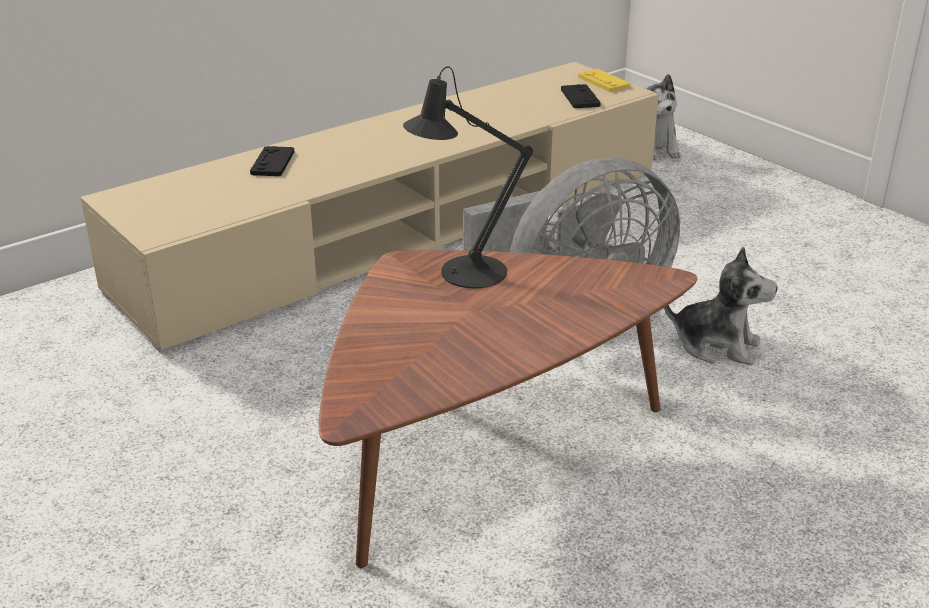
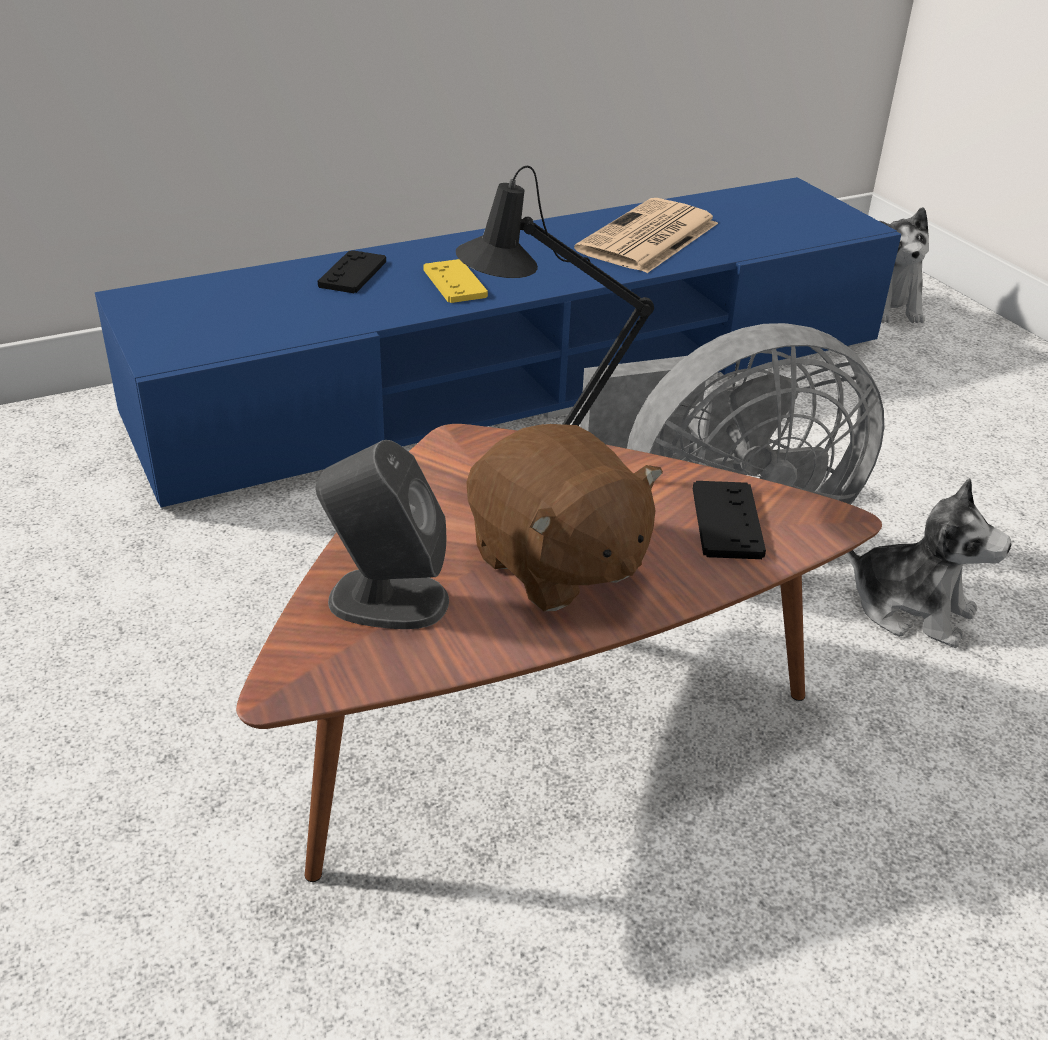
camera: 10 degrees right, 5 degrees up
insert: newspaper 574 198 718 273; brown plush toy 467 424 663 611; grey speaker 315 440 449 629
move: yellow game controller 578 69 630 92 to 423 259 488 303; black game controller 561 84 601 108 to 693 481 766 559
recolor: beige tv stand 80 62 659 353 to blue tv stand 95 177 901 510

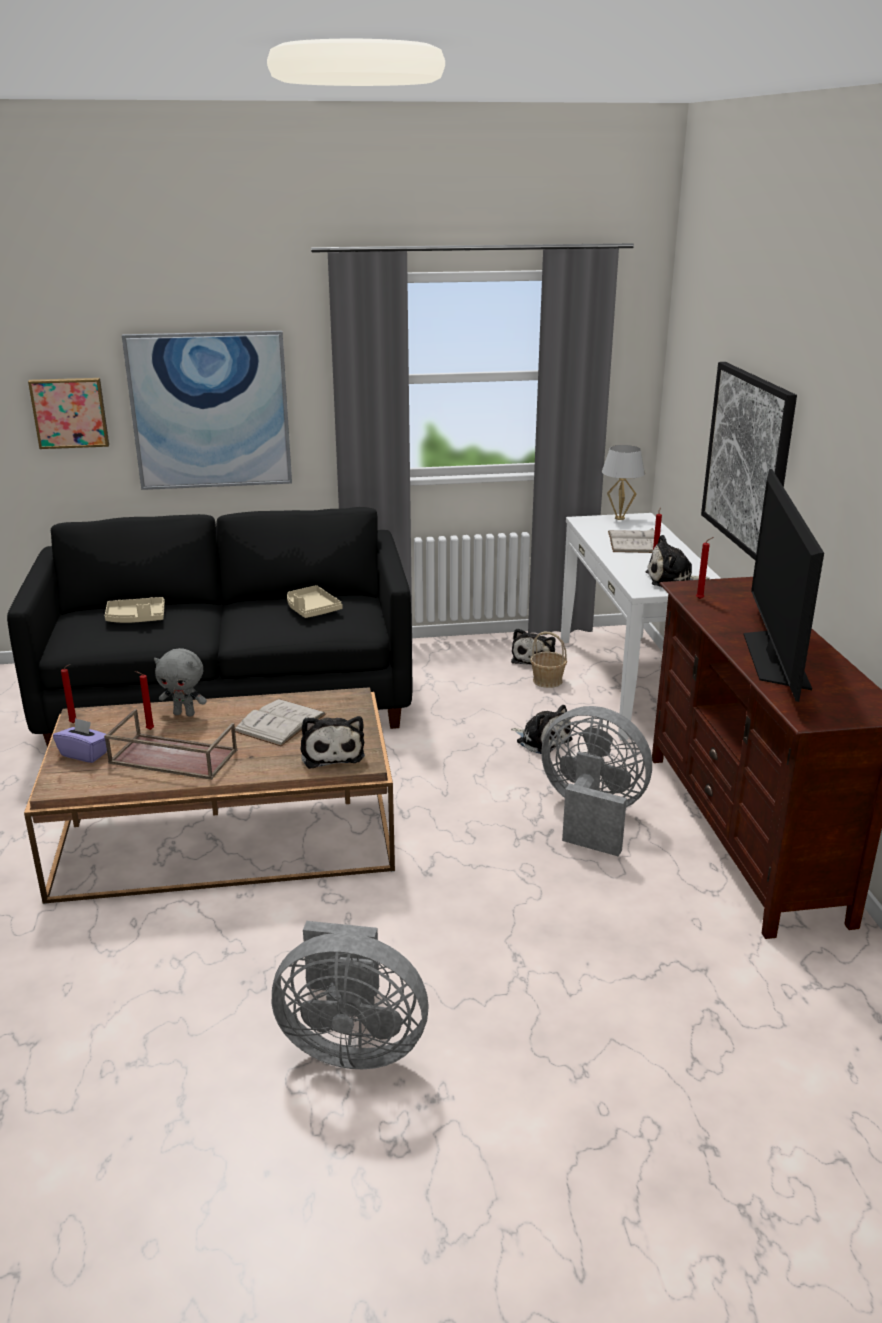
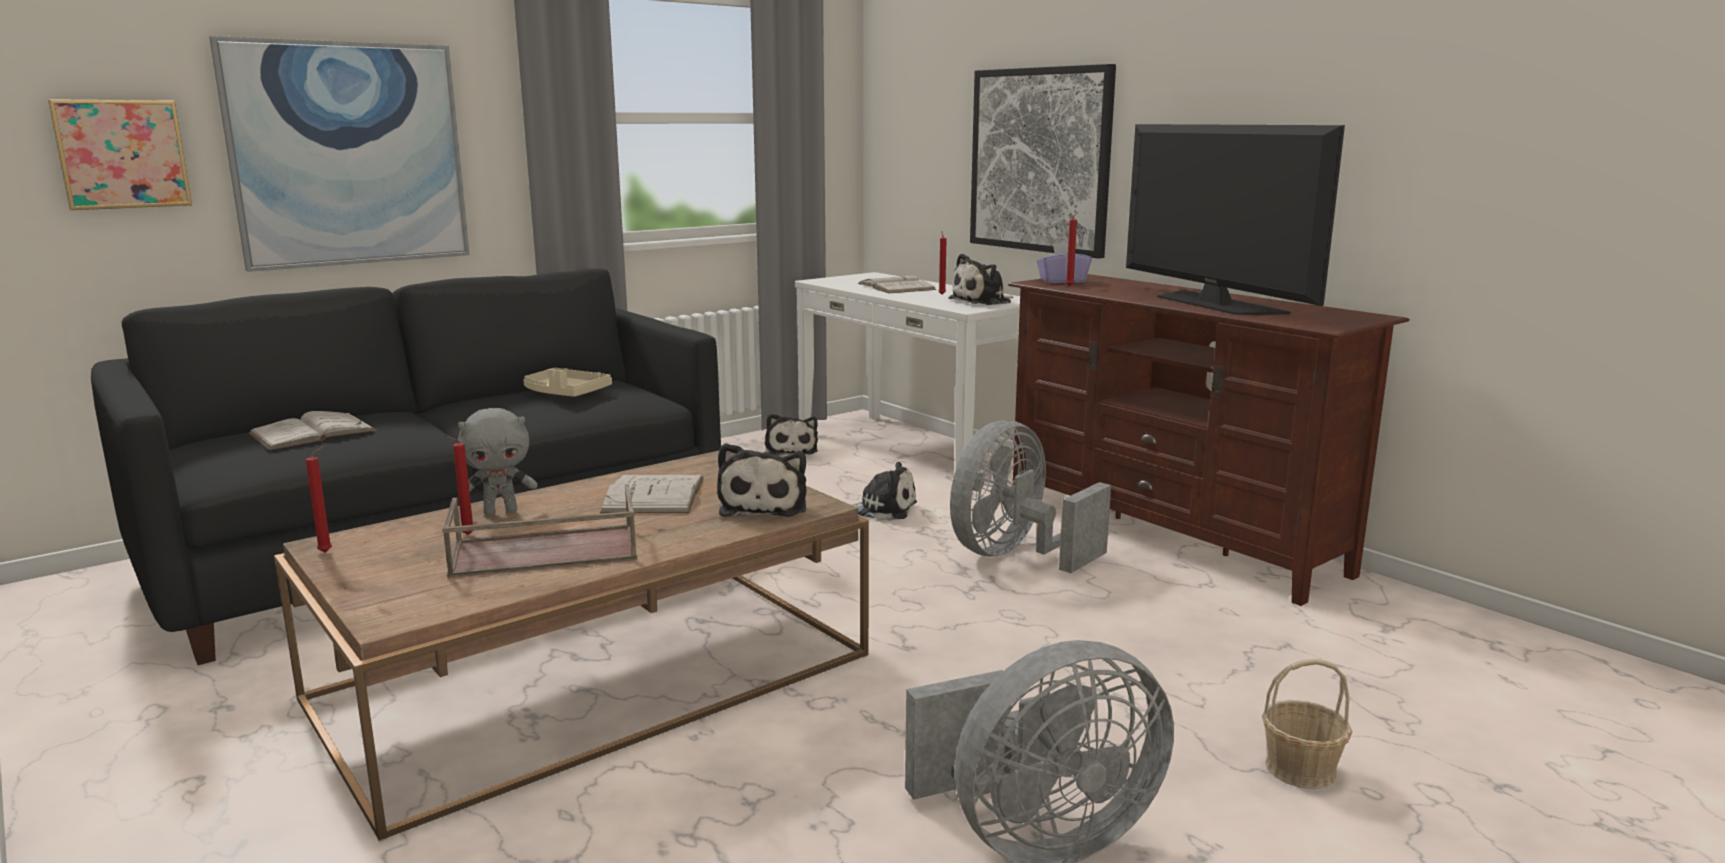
camera: 30 degrees left, 10 degrees down
delete: white table lamp 602 445 645 520
move: basket 530 631 567 688 to 1262 659 1352 789; purple tissue box 53 718 107 763 to 1037 243 1092 283
replace: beige tray 105 597 165 623 to white book 248 411 377 451
rotate: grey fan 541 706 652 857 = 950 420 1111 573 45 degrees counterclockwise; plush toy 300 716 365 769 = 717 443 807 517 45 degrees clockwise

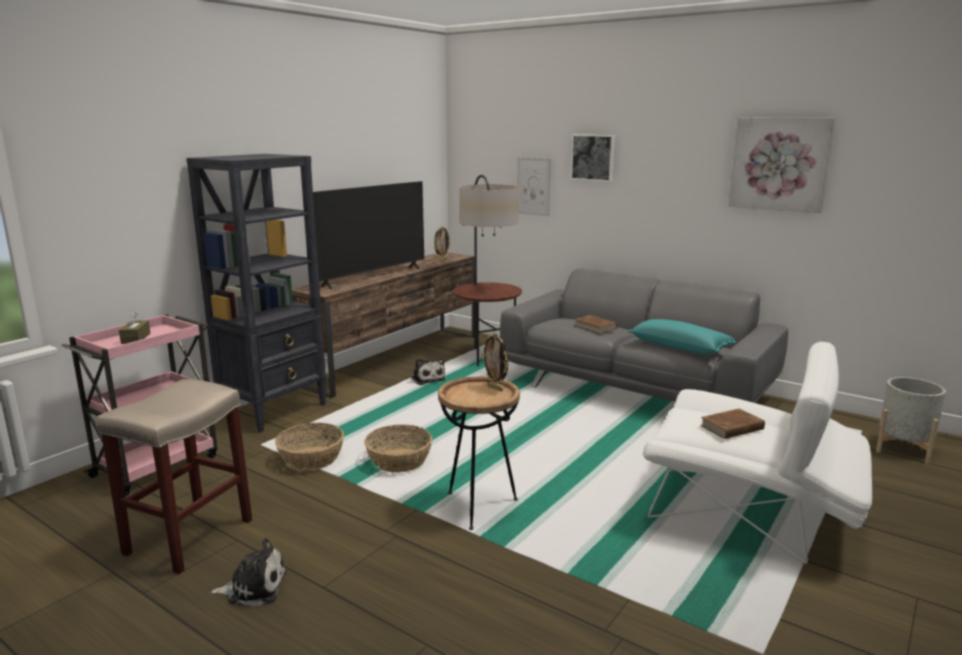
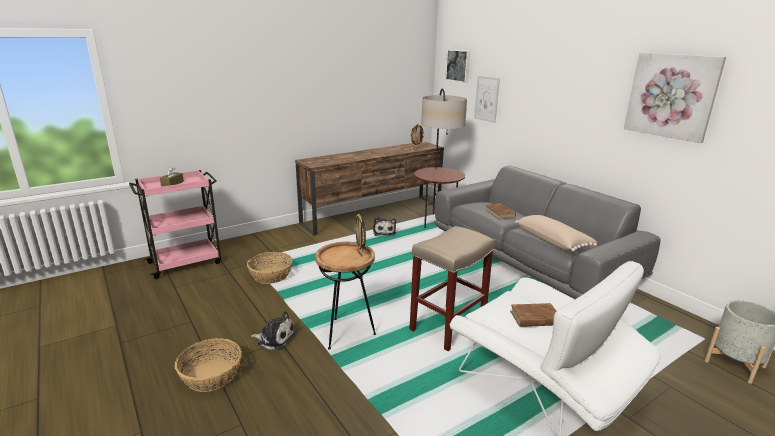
camera: 20 degrees right, 5 degrees up
delete: black bookcase 187 154 327 433; television 313 181 424 289
move: picture 570 134 615 182 to 445 49 470 83; beige stool 97 379 252 574 to 409 226 495 351; basket 364 424 433 473 to 175 338 242 392; plush toy 210 538 286 606 to 251 311 295 350
recolor: turquoise pillow 629 319 736 354 to beige pillow 515 215 597 251

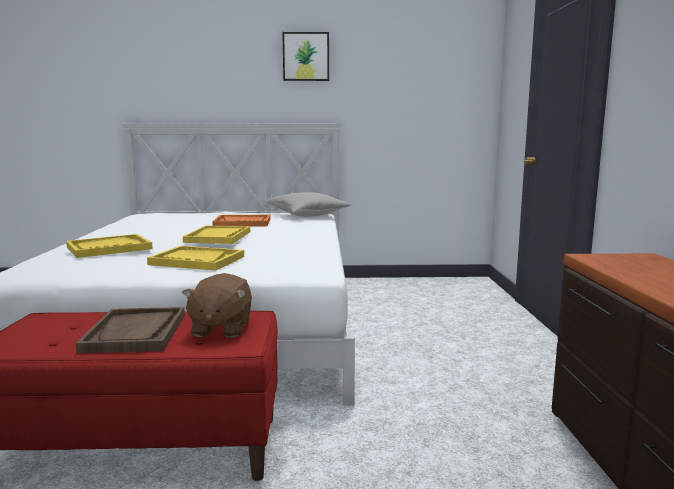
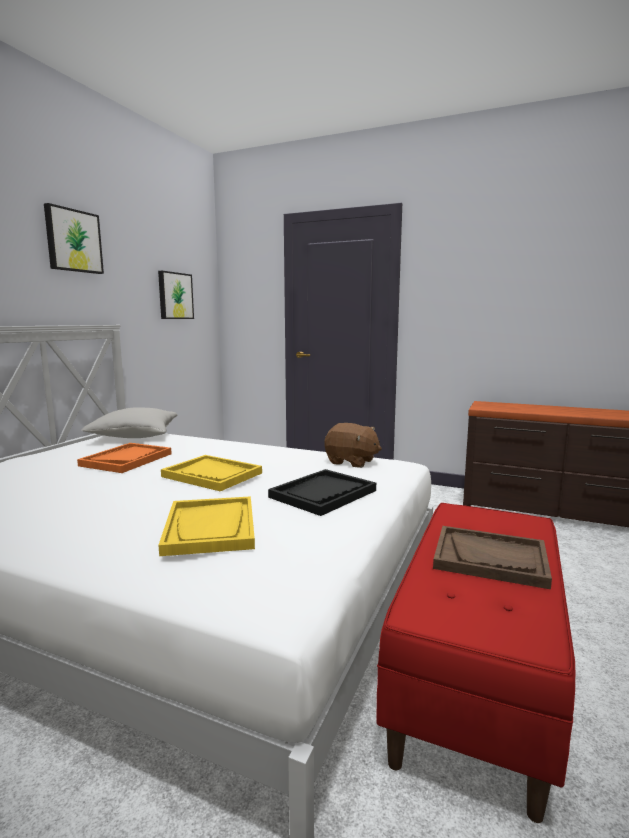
camera: 65 degrees left, 0 degrees up
insert: picture 158 271 194 319
move: brown plush toy 182 273 252 338 to 324 423 382 468
recolor: yellow tray 147 246 244 271 to black tray 268 469 376 516

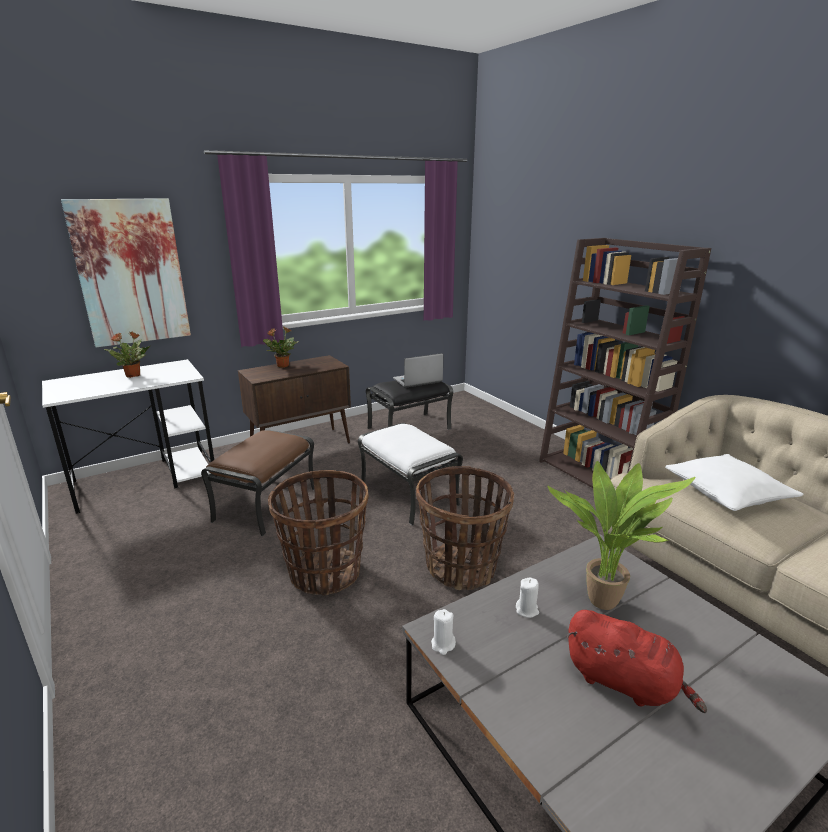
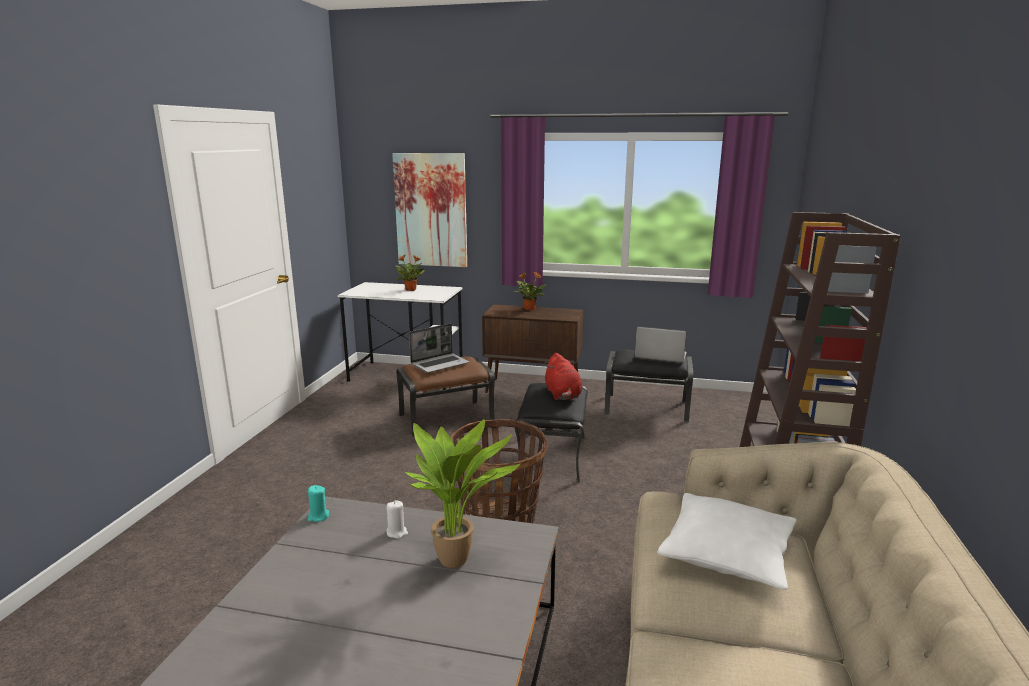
camera: 45 degrees right, 5 degrees down
delete: basket 268 470 369 596
insert: laptop 409 323 470 373
move: red plush toy 566 610 707 713 to 545 353 582 400
recolor: white ottoman 358 423 463 526 to black ottoman 515 383 588 483; white candle 431 609 456 655 to turquoise candle 308 485 329 522

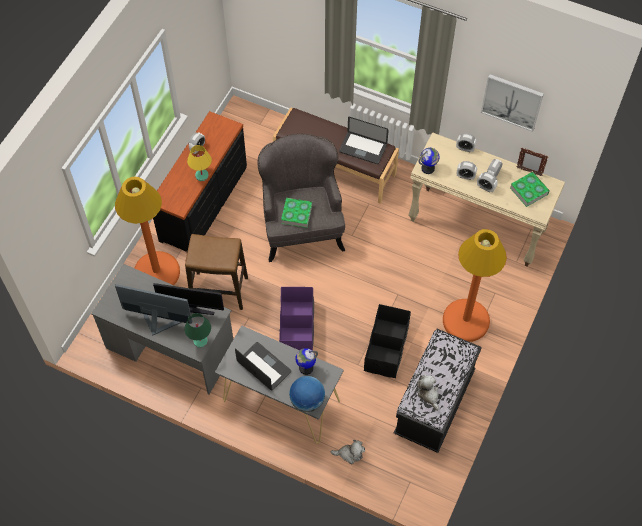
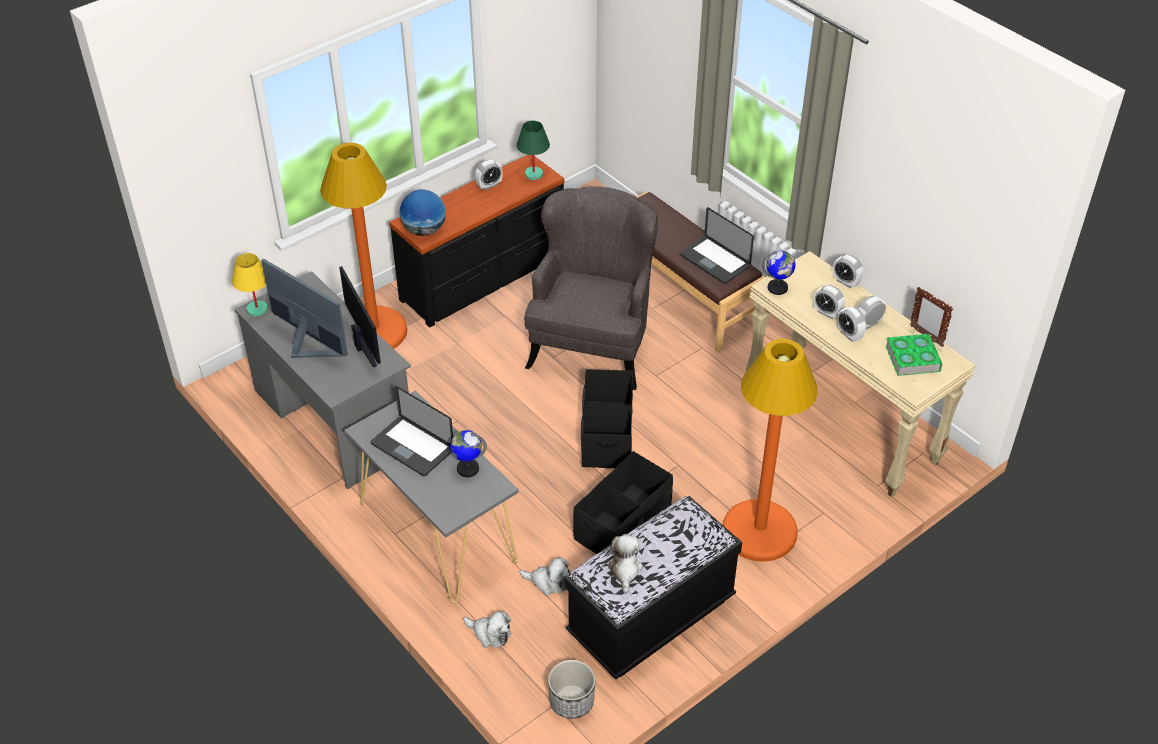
camera: 25 degrees right, 15 degrees down
delete: picture 481 74 544 132; book 281 198 312 228; stool 185 234 248 310; purple storage box 279 287 314 351
insert: black storage box 581 369 633 468; plush toy 520 557 570 596; planter 548 660 595 719
move: yellow table lamp 187 145 212 181 to 232 253 267 317; green table lamp 184 313 211 348 to 516 121 550 180; globe 289 376 325 412 to 399 189 446 236
rotate: monitor 153 283 224 315 = 339 266 381 367 150 degrees counterclockwise; laptop 235 342 291 391 = 371 386 453 476 150 degrees clockwise

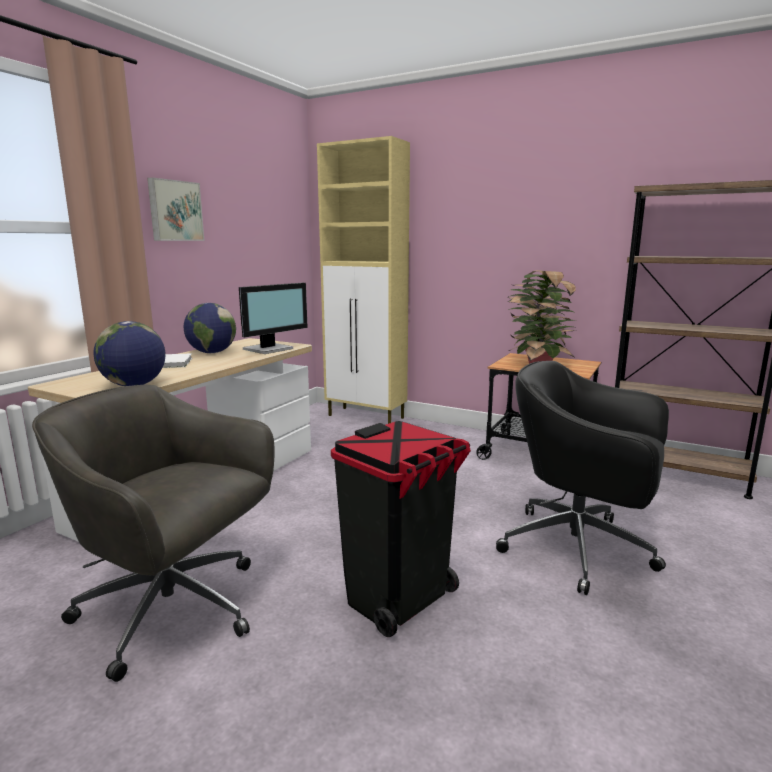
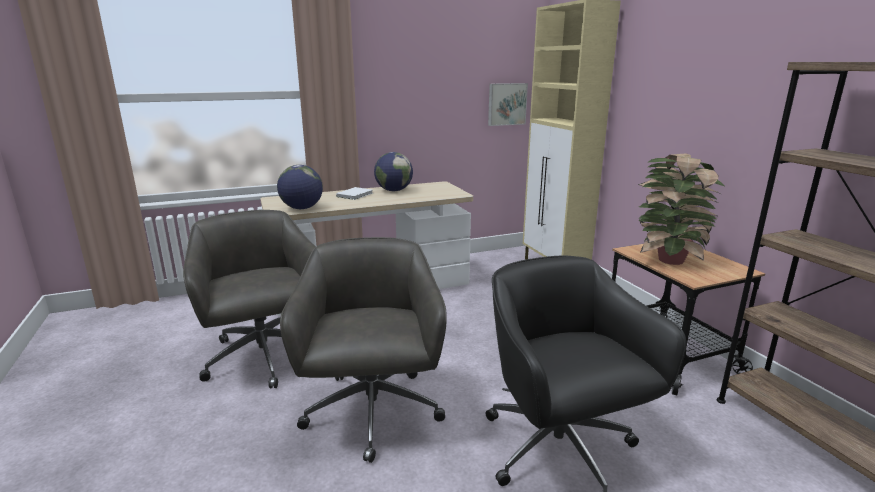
camera: 40 degrees right, 5 degrees up
delete: monitor 239 283 308 354
move: picture 147 177 204 241 to 488 83 528 126
replace: black trash can 331 421 471 637 to grey office chair 280 237 447 463

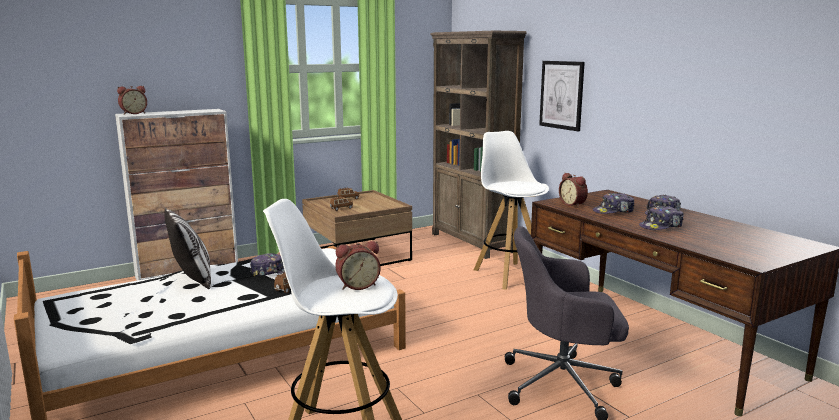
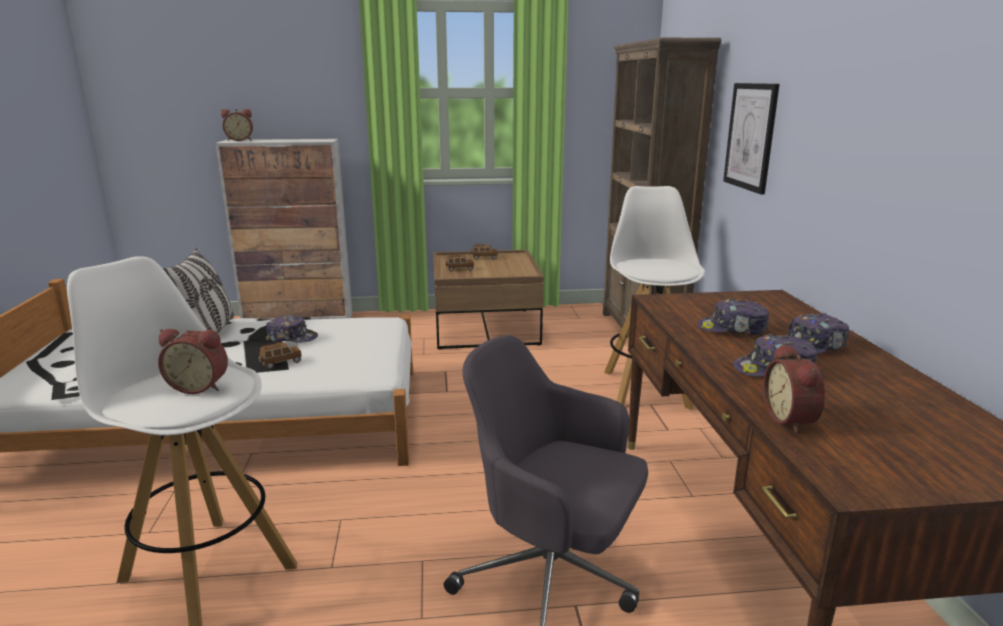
camera: 25 degrees right, 5 degrees up
move: alarm clock 559 173 588 208 to 763 344 825 433

